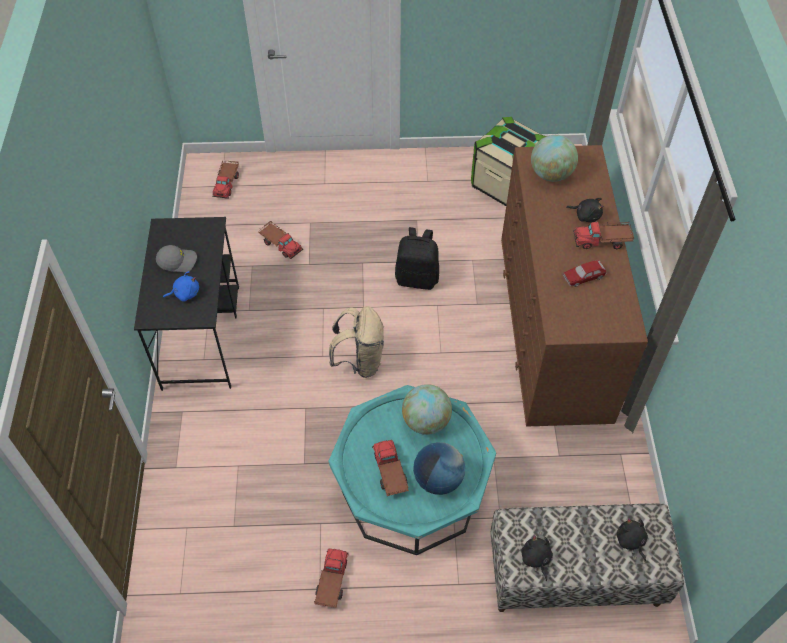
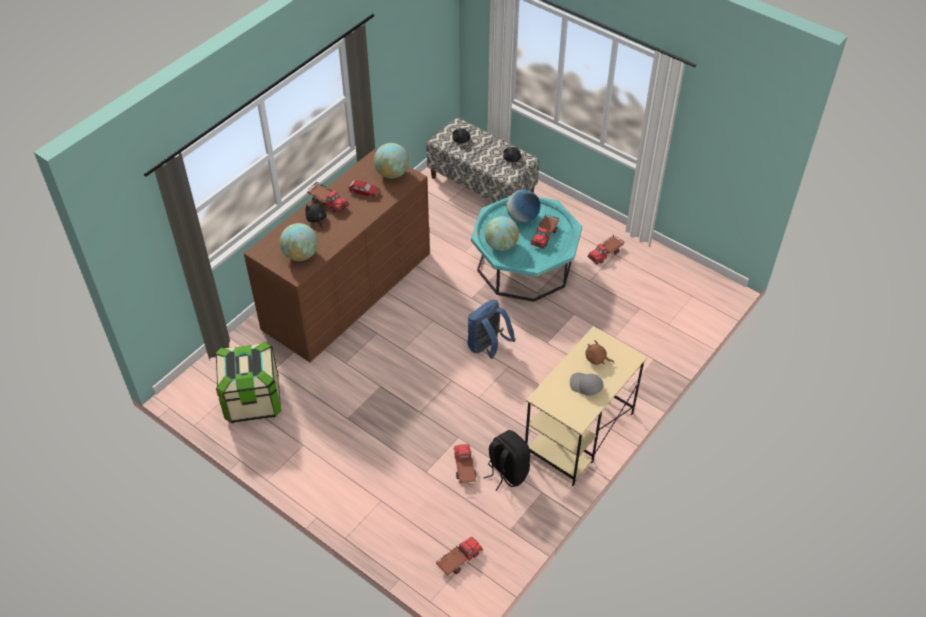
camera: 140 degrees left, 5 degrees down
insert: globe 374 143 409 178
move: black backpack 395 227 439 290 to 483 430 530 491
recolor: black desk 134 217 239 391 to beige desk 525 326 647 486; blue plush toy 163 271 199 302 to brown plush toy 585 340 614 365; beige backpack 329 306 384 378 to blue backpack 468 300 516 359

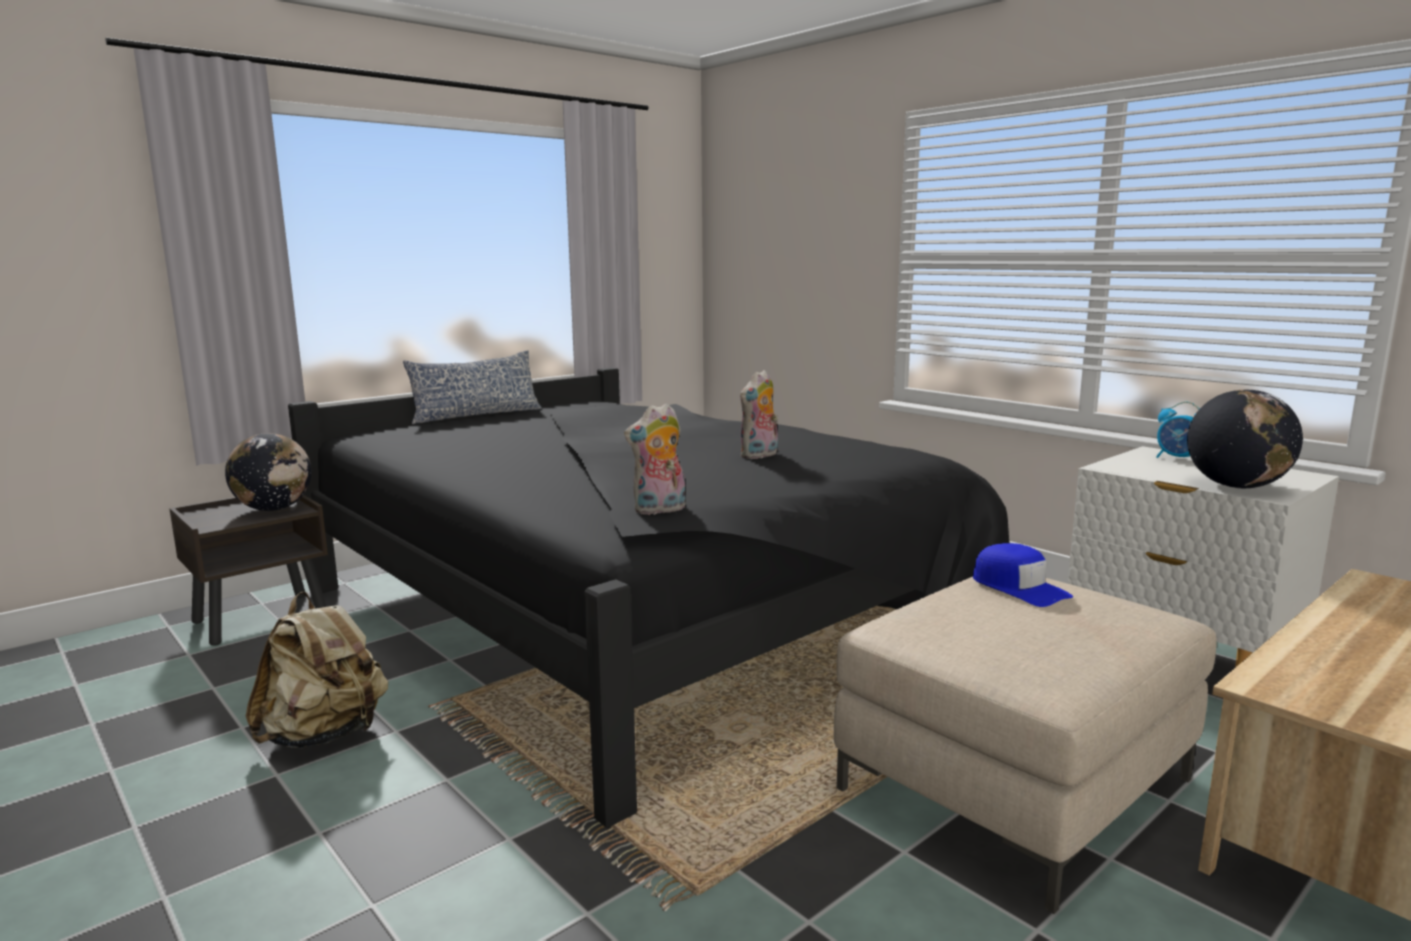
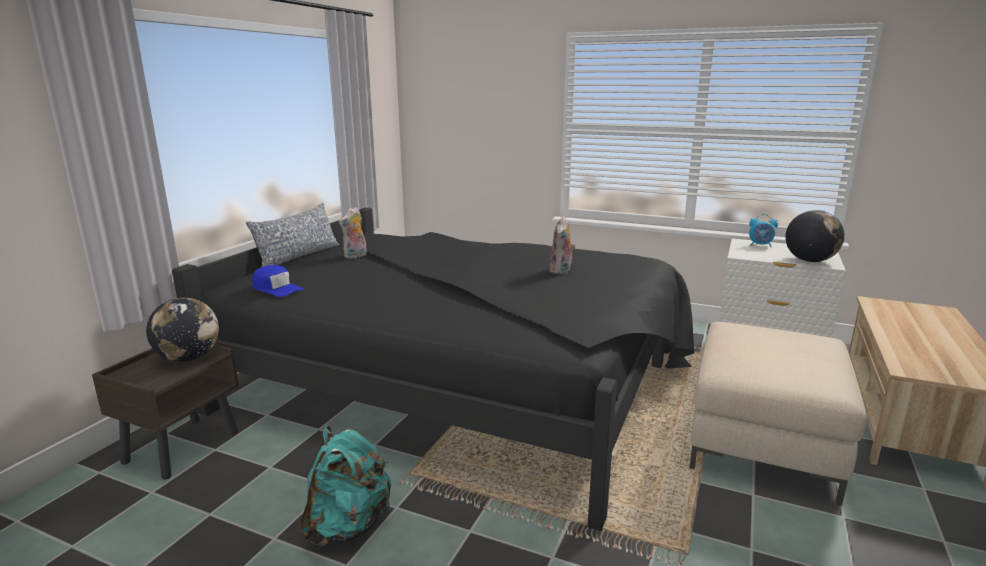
camera: 25 degrees left, 5 degrees up
move: plush toy 624 403 685 515 to 339 207 367 259; blue cap 973 543 1073 607 to 252 265 303 297
recolor: beige backpack 246 592 388 748 to turquoise backpack 300 426 391 547

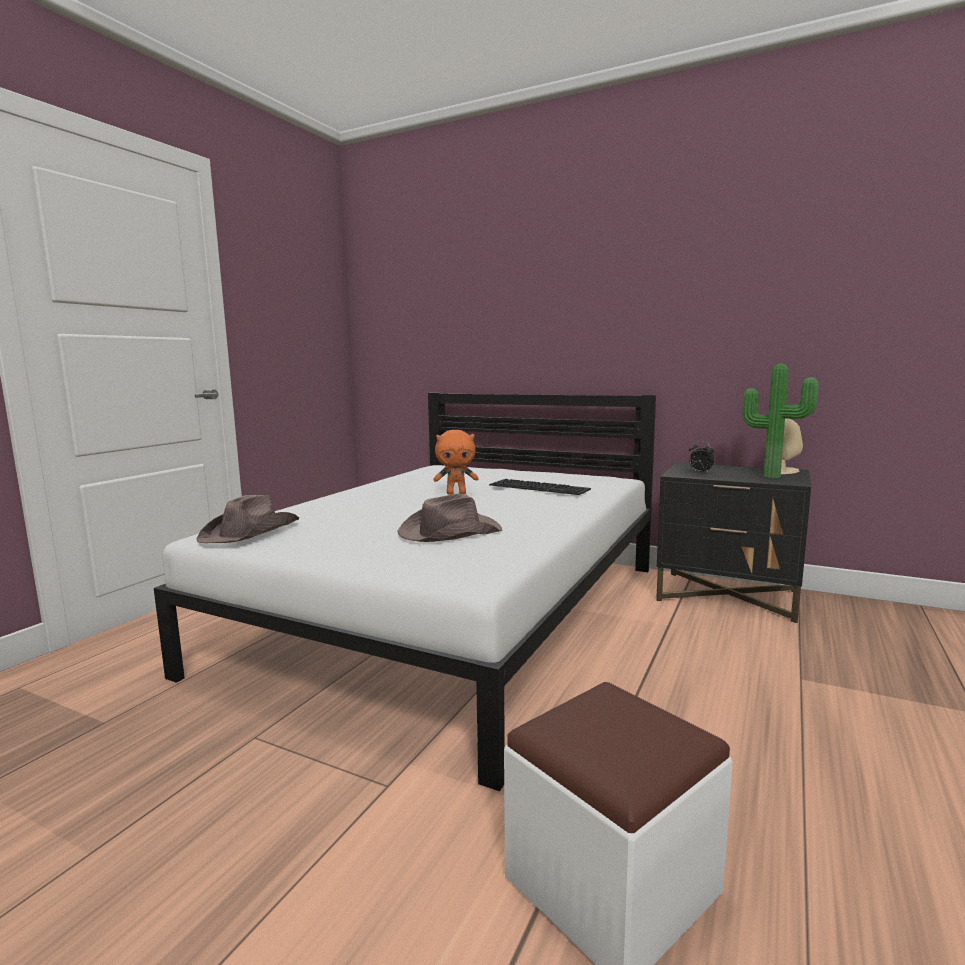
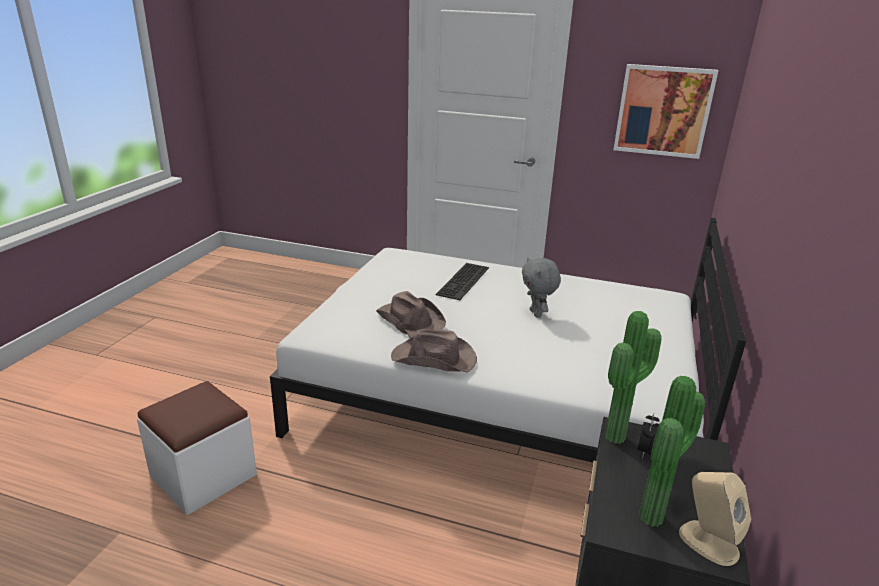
camera: 80 degrees right, 15 degrees up
insert: picture 613 64 719 159; potted plant 605 311 661 444
move: keyboard 489 479 591 495 to 436 263 489 300; brown hat 196 495 299 543 to 391 329 477 373
recolor: orange plush toy 433 430 479 495 to grey plush toy 522 257 561 318

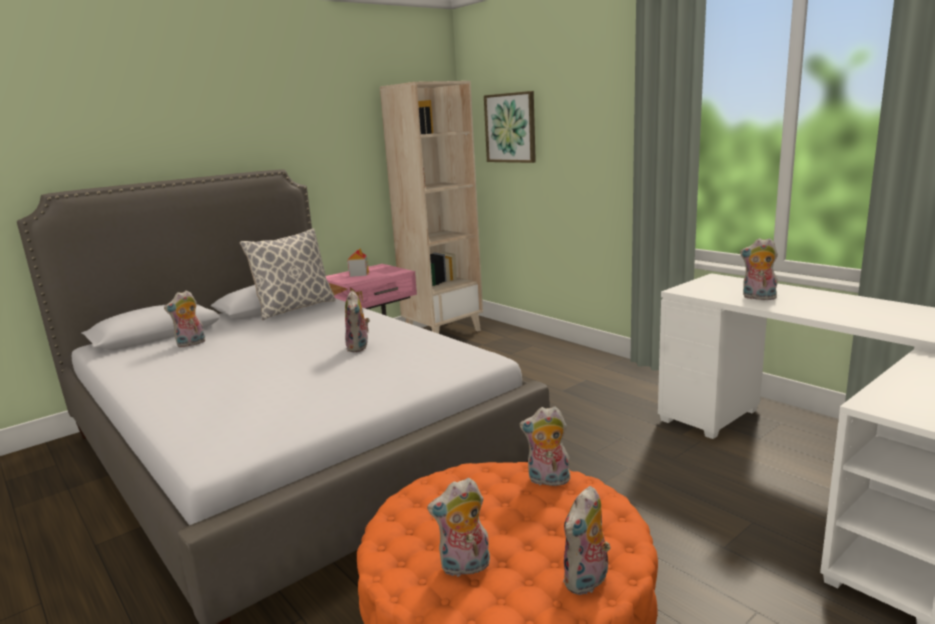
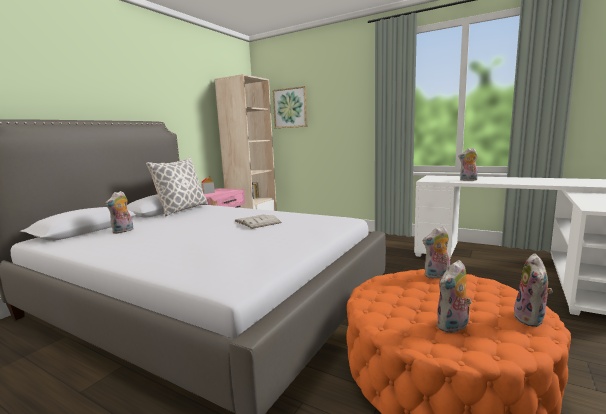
camera: 20 degrees left, 5 degrees down
replace: plush toy 345 290 370 352 to white book 235 215 282 229

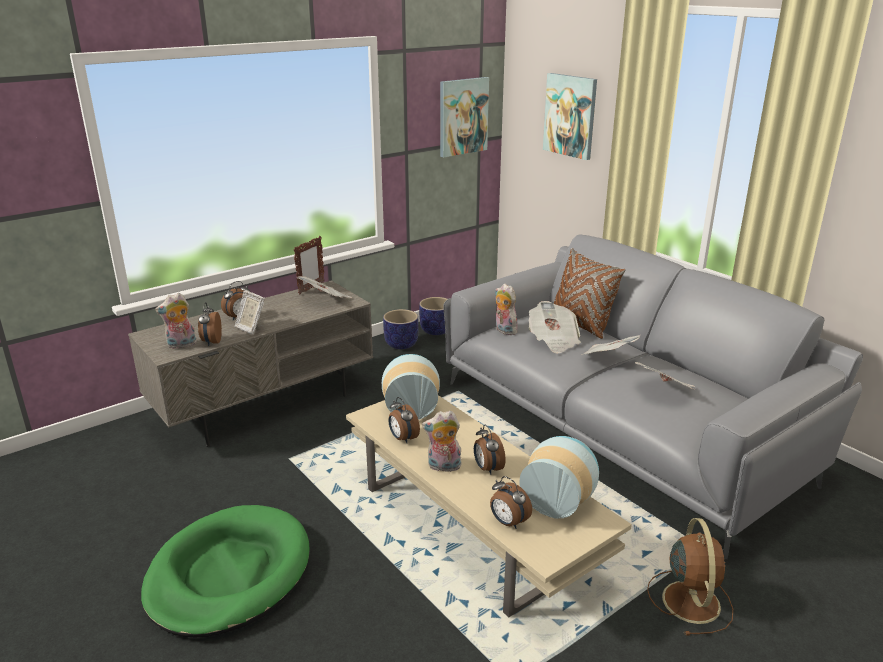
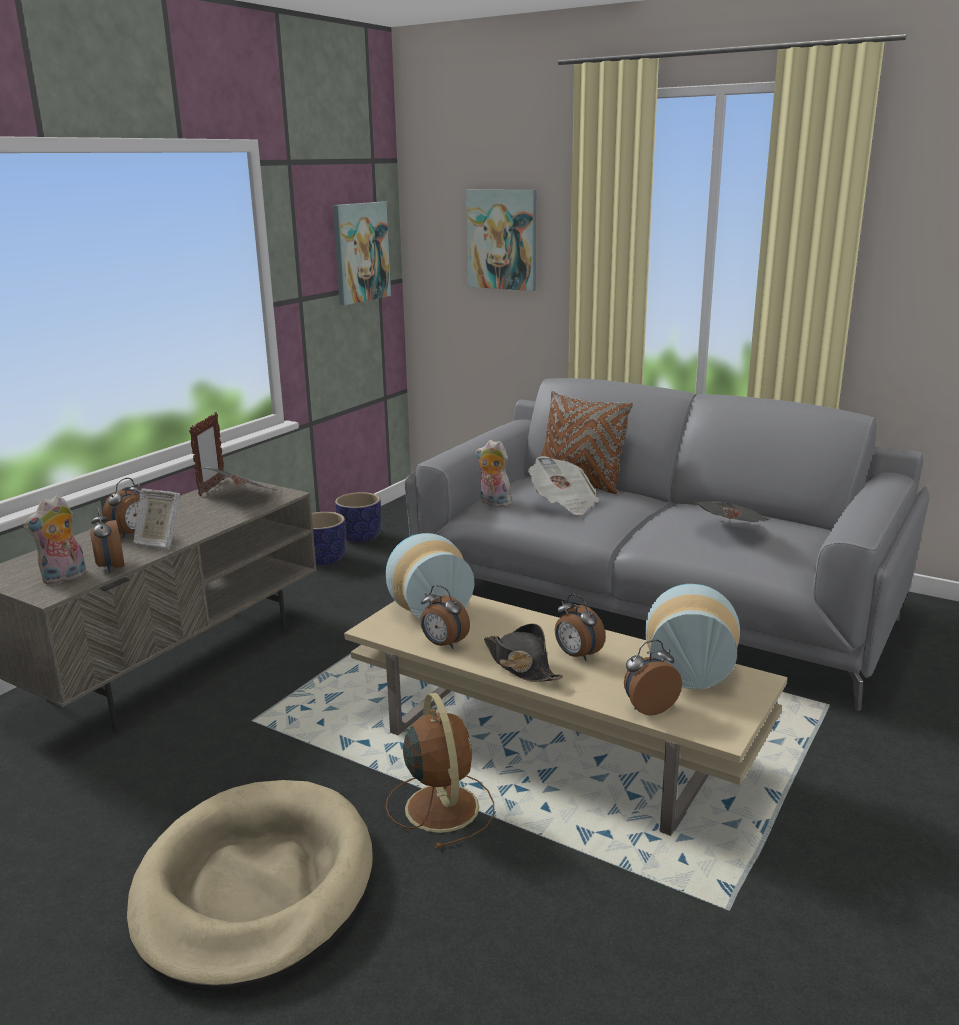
camera: 20 degrees left, 5 degrees down
delete: newspaper 581 335 640 355
move: brown fan 647 518 733 636 to 386 693 494 849
replace: plush toy 422 411 462 472 to black hat 484 623 563 682
recolor: green dog bed 141 505 310 638 to beige dog bed 127 780 373 991
rotate: alarm clock 490 476 532 529 = 624 640 682 716 135 degrees clockwise

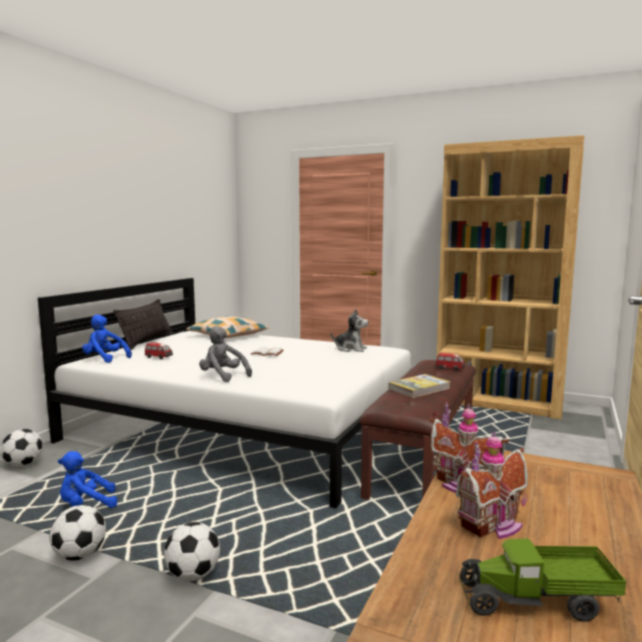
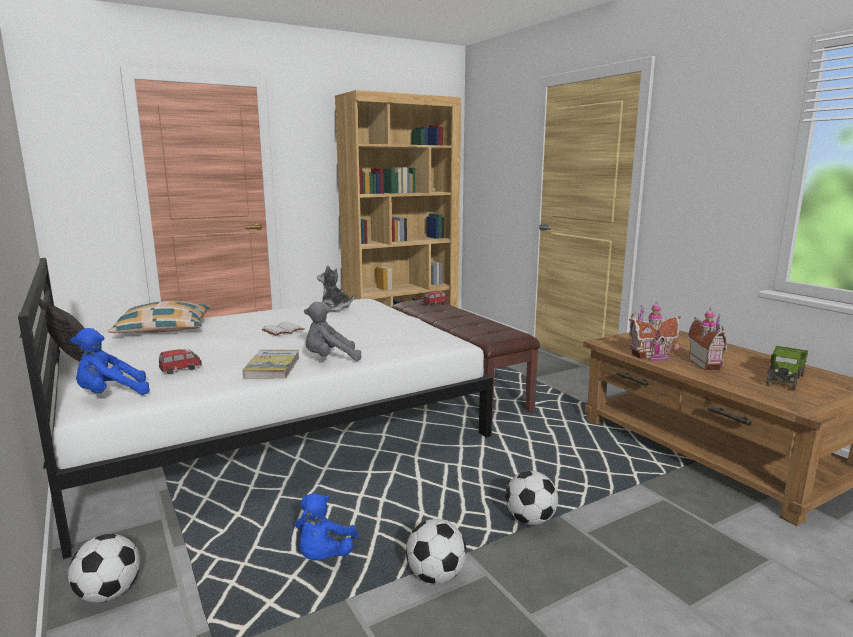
camera: 55 degrees left, 5 degrees up
move: book 389 374 451 398 to 242 350 300 379
rotate: plush toy 330 309 369 352 = 317 265 354 311 120 degrees counterclockwise

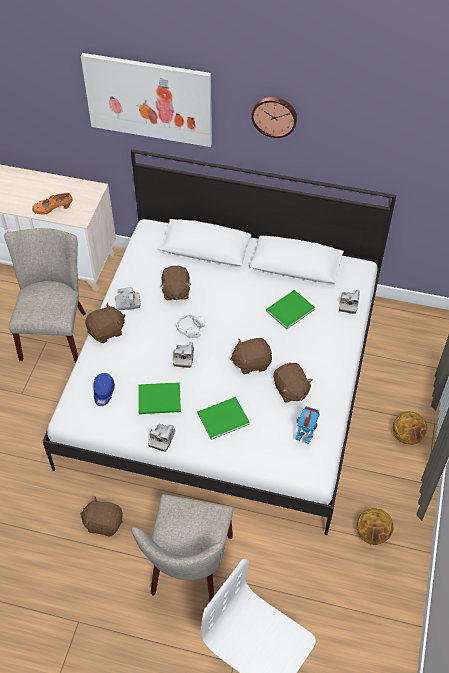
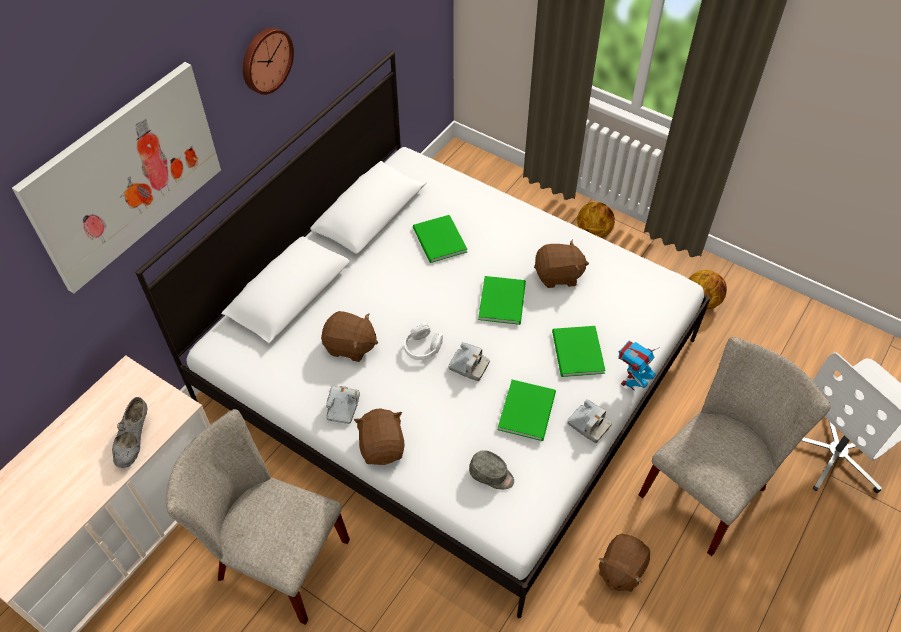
camera: 70 degrees left, 0 degrees up
delete: photo camera 339 289 359 314
move: toy robot 295 406 320 444 to 618 341 660 391
replace: brown plush toy 230 338 272 374 to green book 478 276 526 325
recolor: orange shoe 32 193 73 215 to grey shoe 112 397 147 468; blue cap 93 373 115 406 to grey cap 469 450 514 490
rotate: beige chair 131 494 233 601 = 638 337 831 556 75 degrees counterclockwise

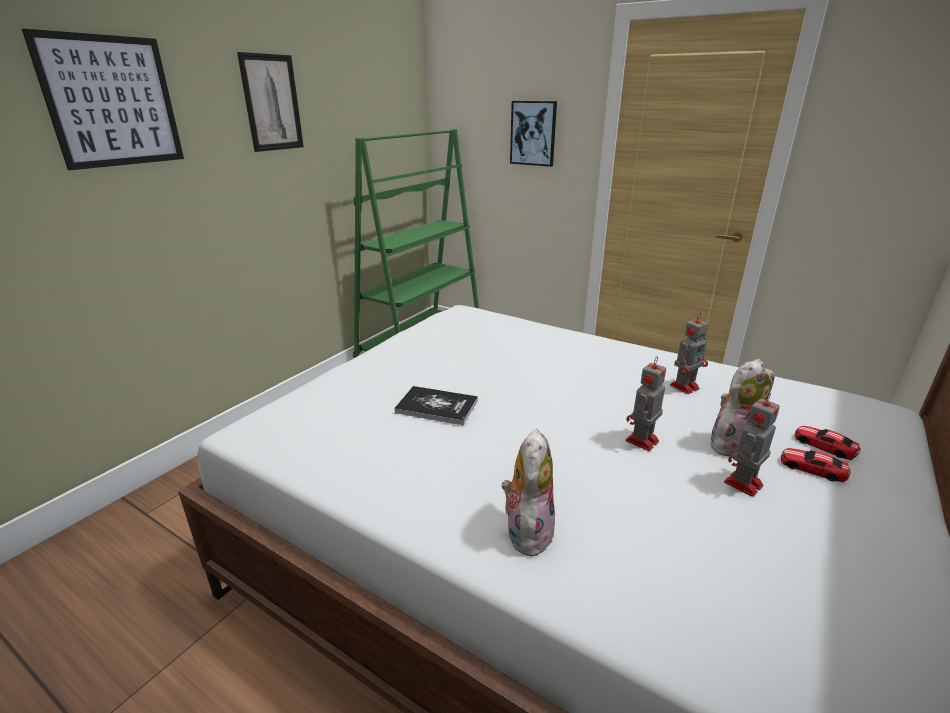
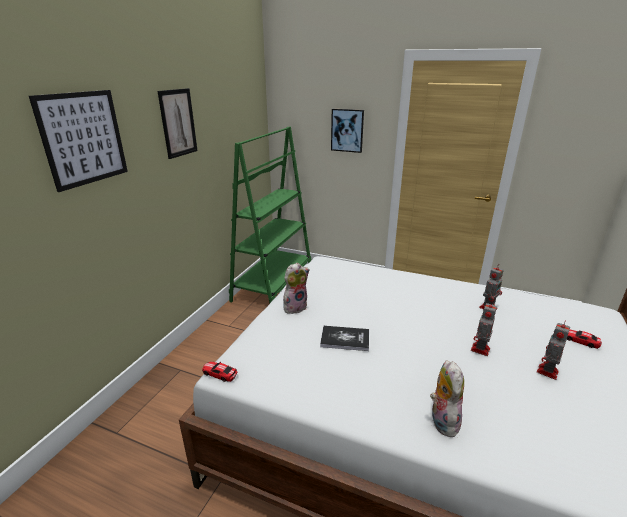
camera: 10 degrees left, 0 degrees up
move: plush toy 711 359 774 457 to 283 263 309 314; toy car 781 448 851 482 to 202 361 238 382

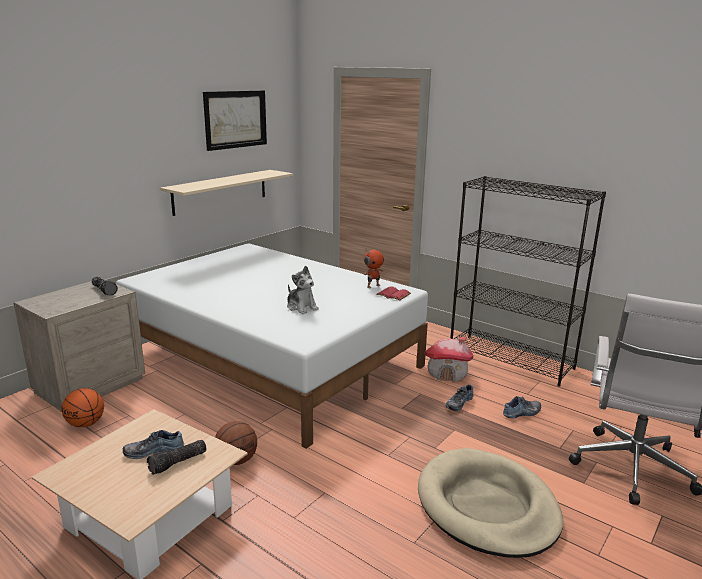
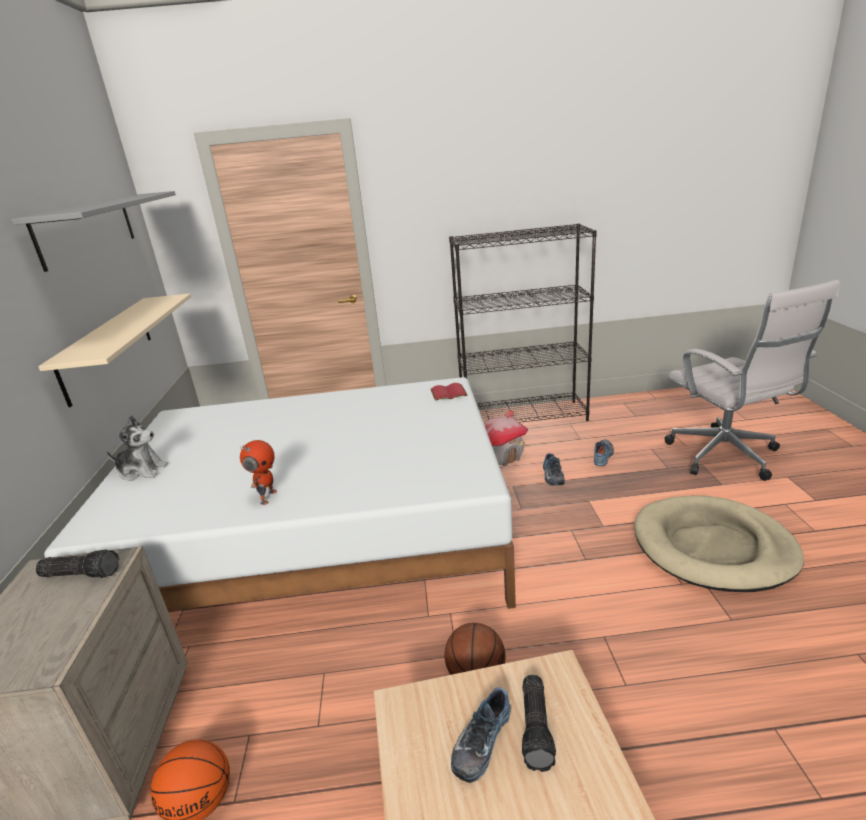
camera: 40 degrees left, 5 degrees up
move: toy robot 364 250 384 288 to 240 440 277 505; plush toy 287 266 319 314 to 106 415 168 481
replace: picture 203 90 267 151 to grey shelf 11 191 176 272

